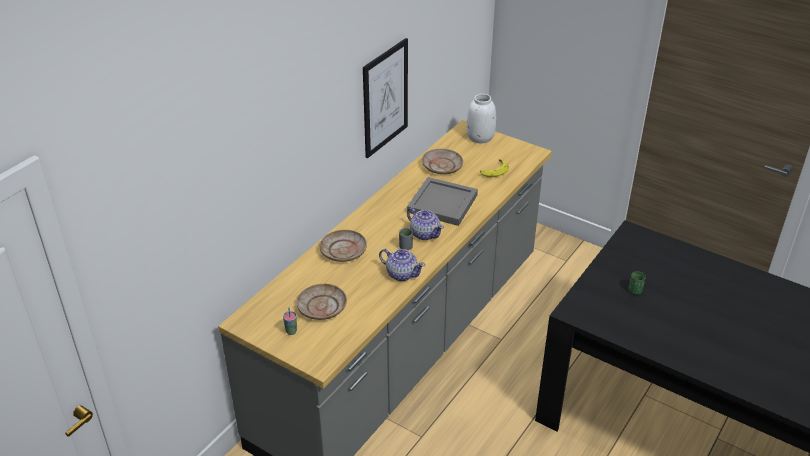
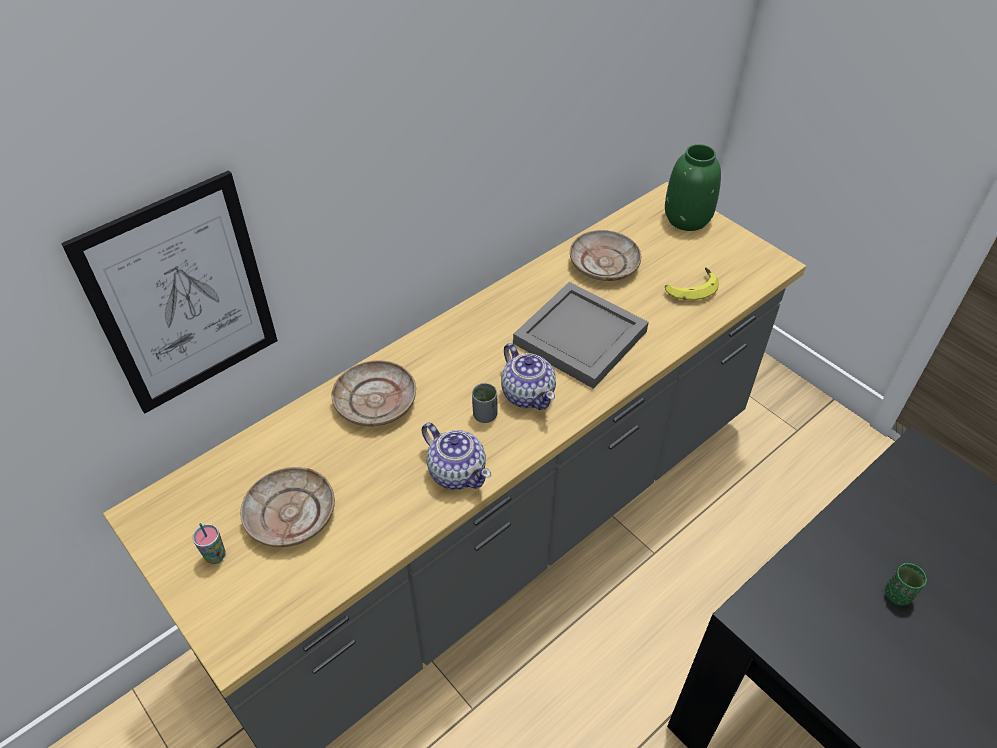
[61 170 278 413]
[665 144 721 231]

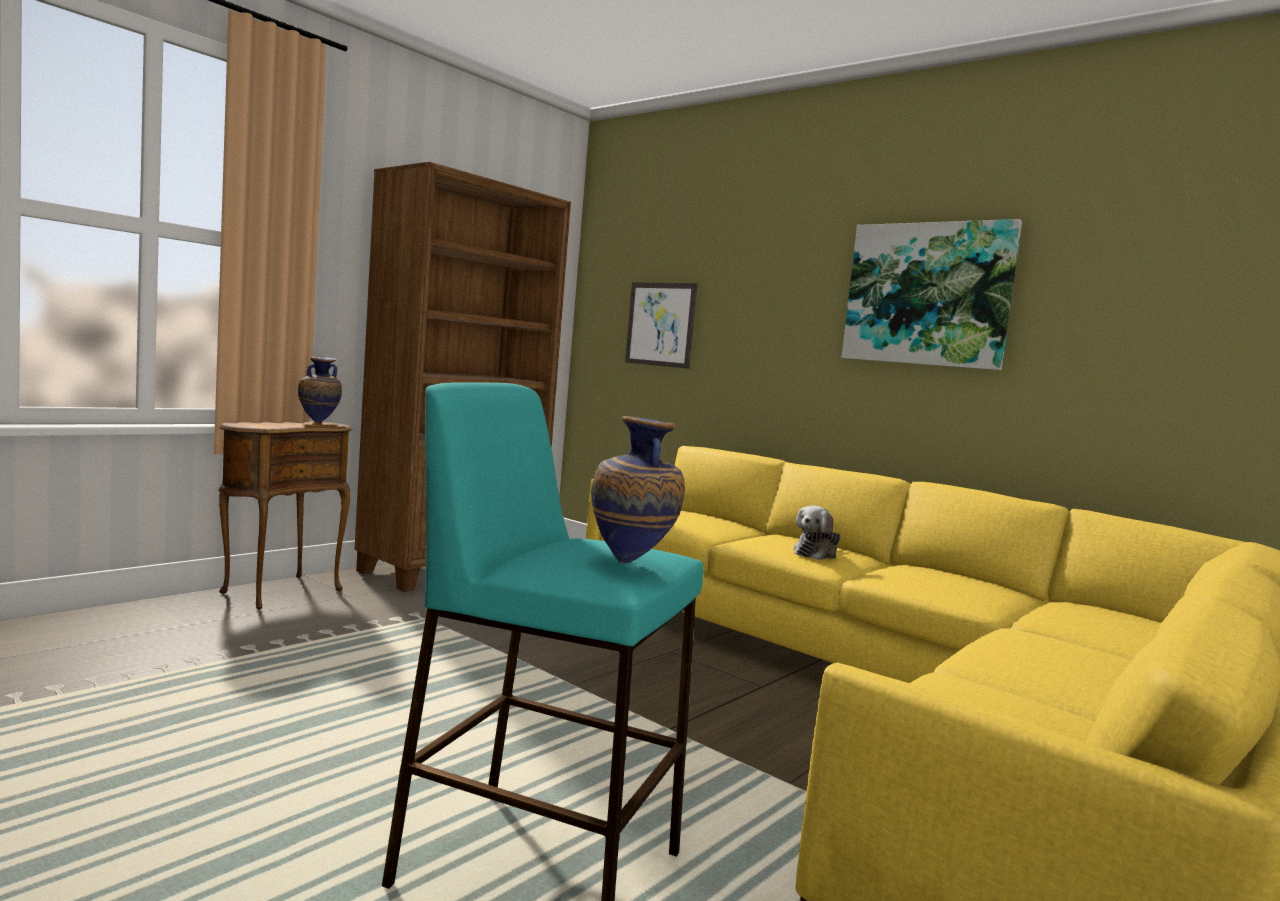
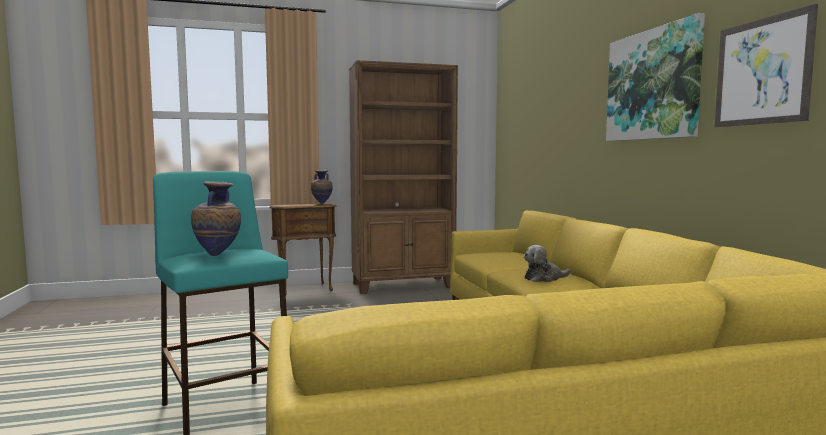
[715 4 818 127]

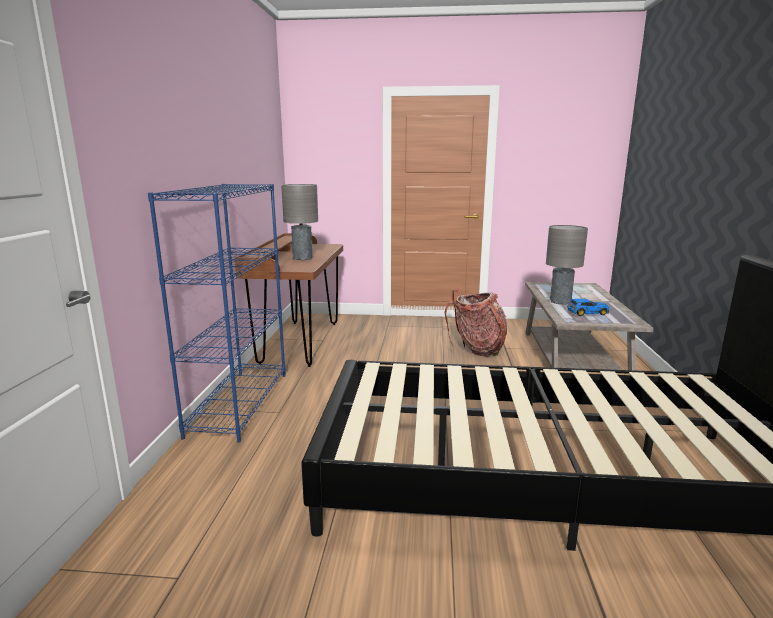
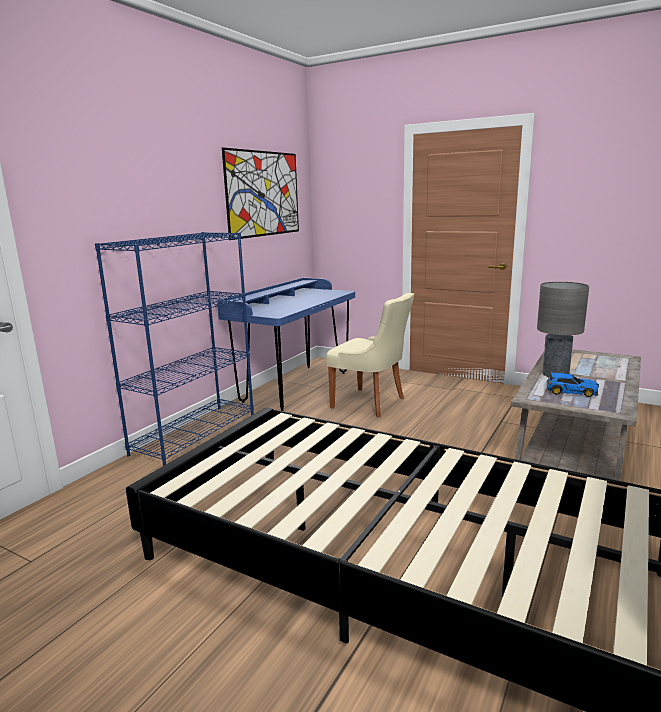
[281 184 318 260] (first image)
[445 289 507 357] (first image)
[222 147 299 240]
[326 293 414 417]
[217 277 355 411]

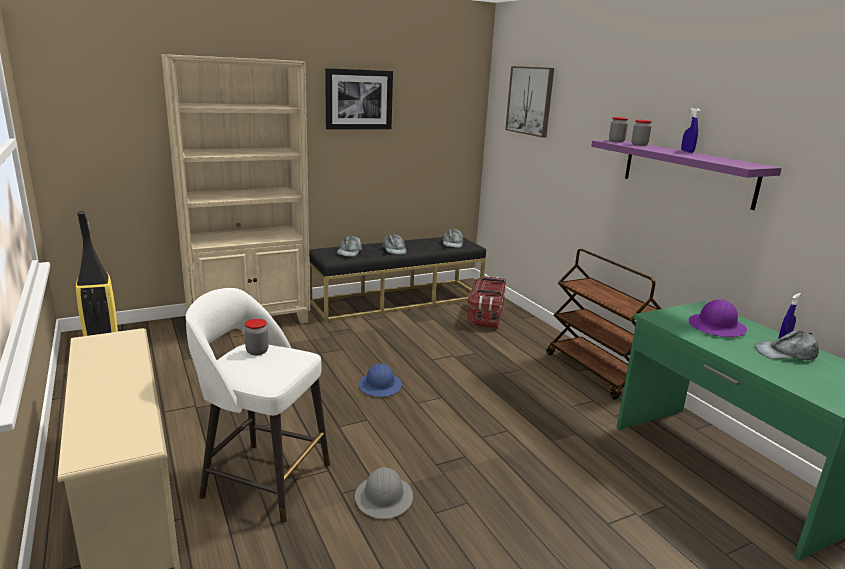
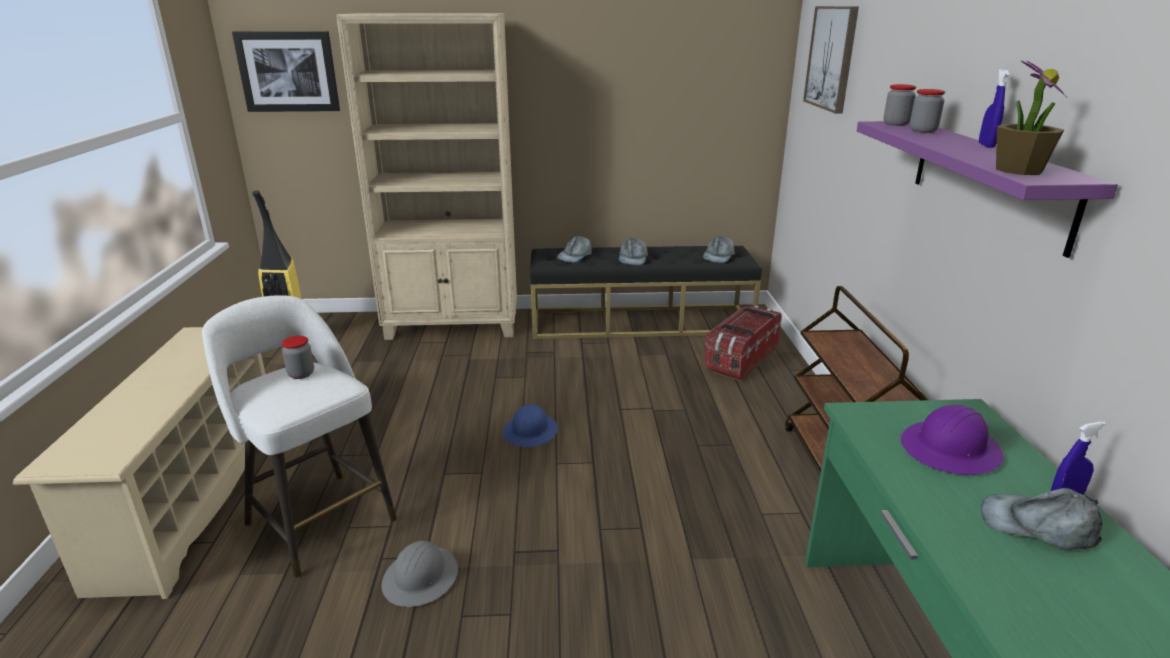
[996 60 1067 175]
[232 31 340 112]

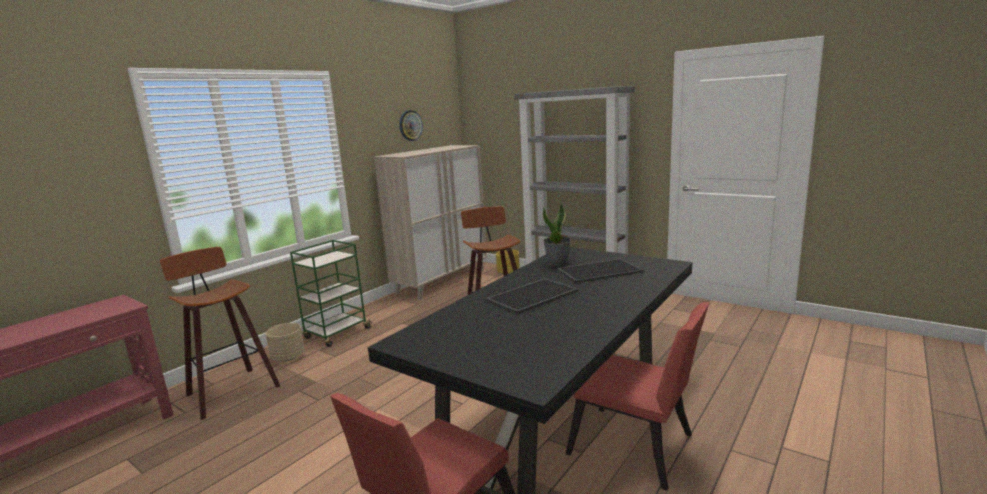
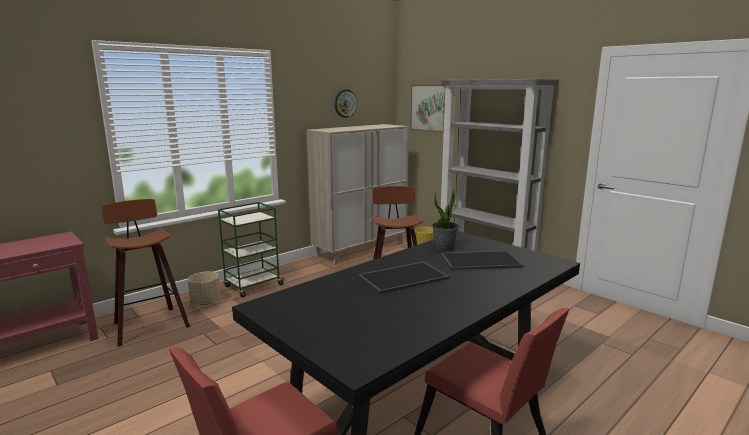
[410 85 445 133]

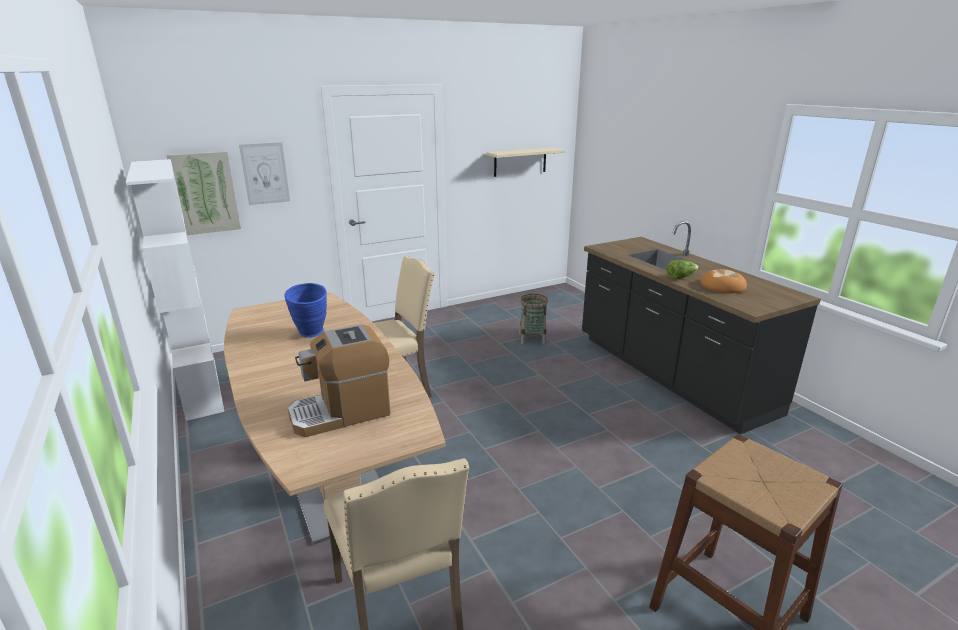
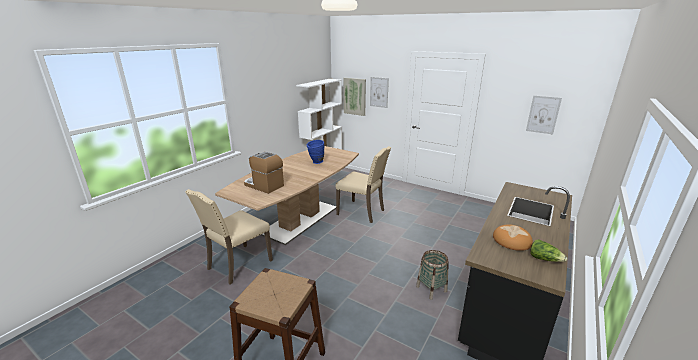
[416 250 449 300]
[530 240 567 262]
[526 95 562 134]

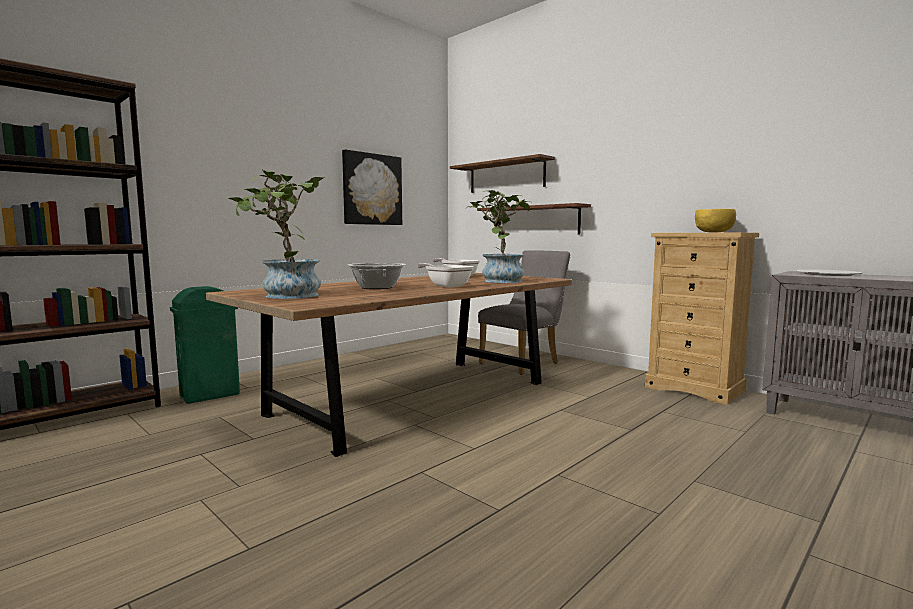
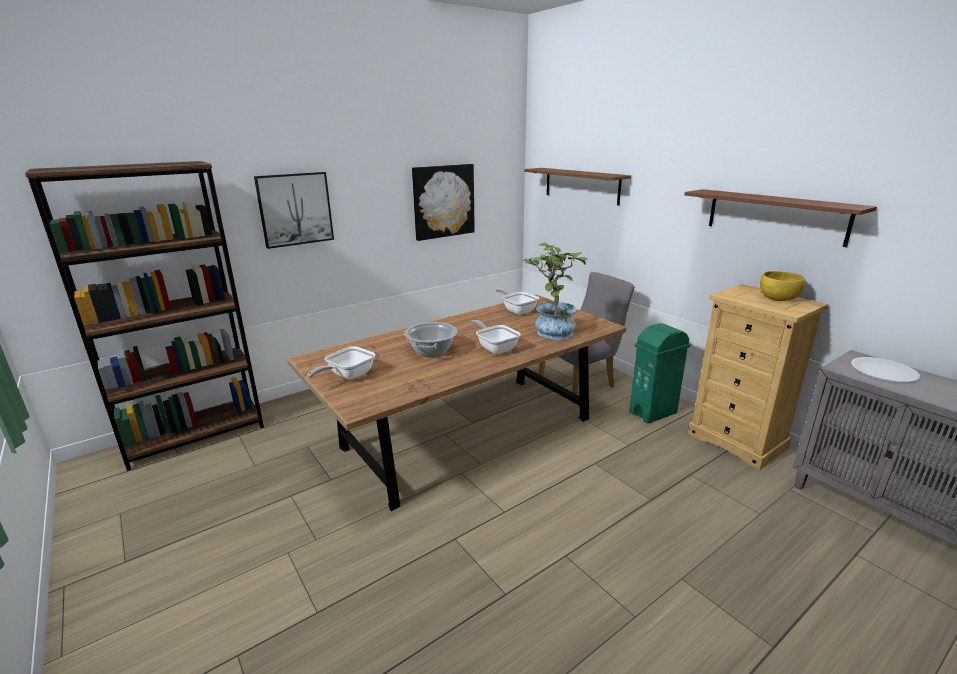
[254 172 334 249]
[629 323 691 424]
[684 189 877 247]
[307 346 375 380]

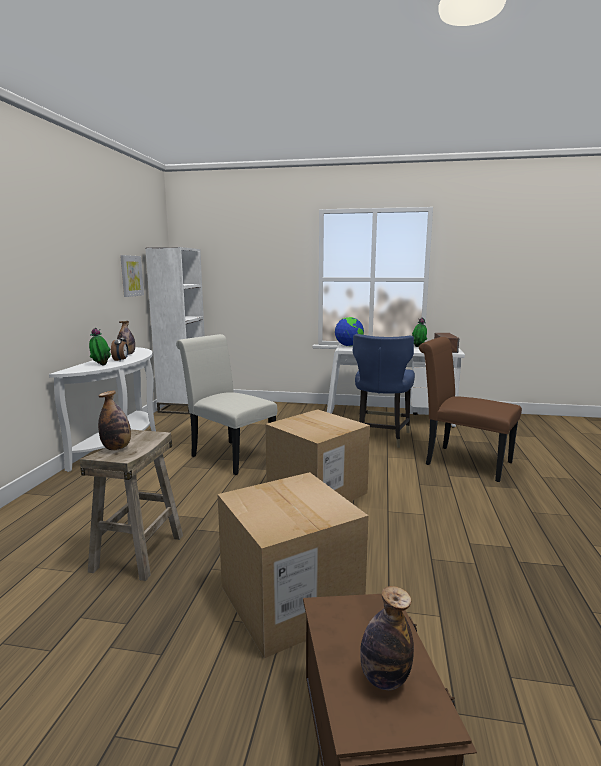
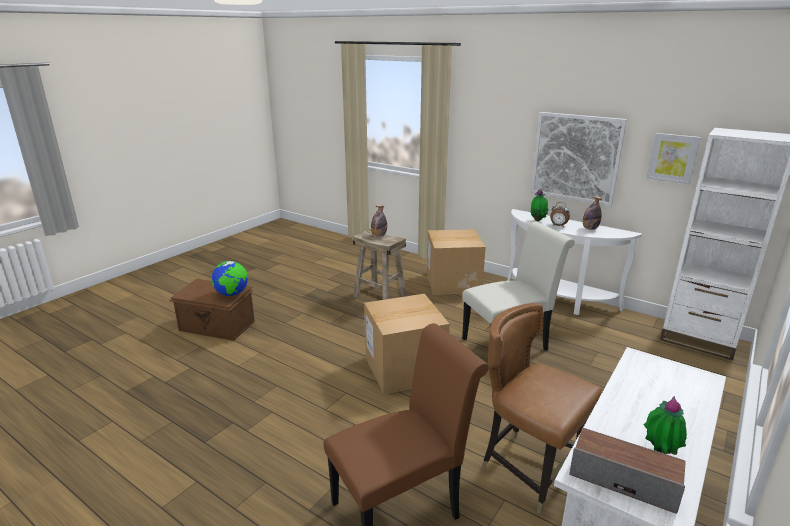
[360 586 414 690] (first image)
[531 112 627 206]
[427 229 486 295]
[211 261 248 296]
[481 303 603 514]

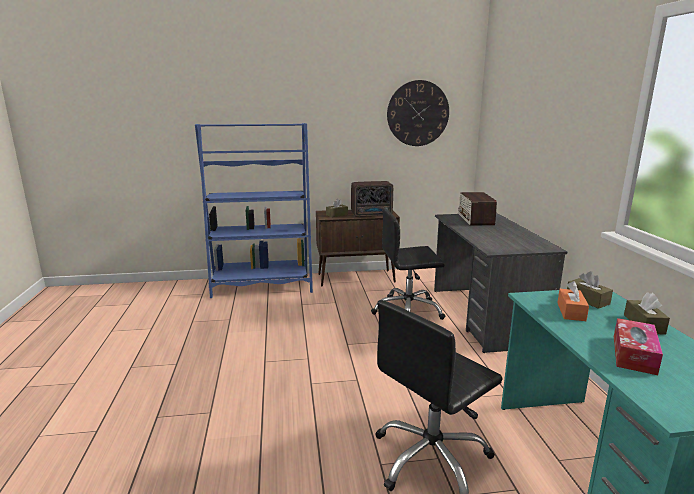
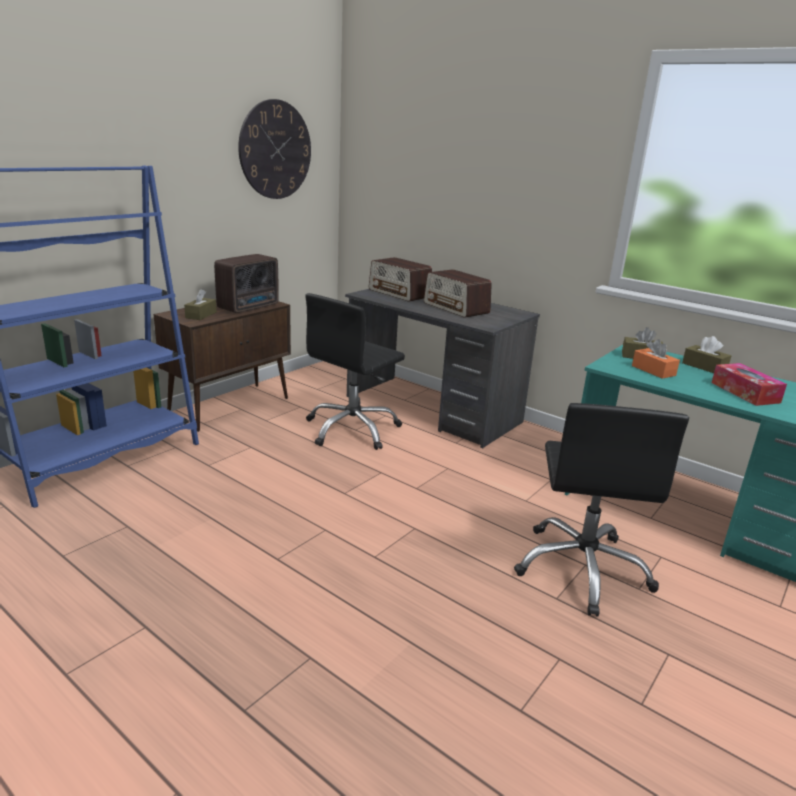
[424 269 492 318]

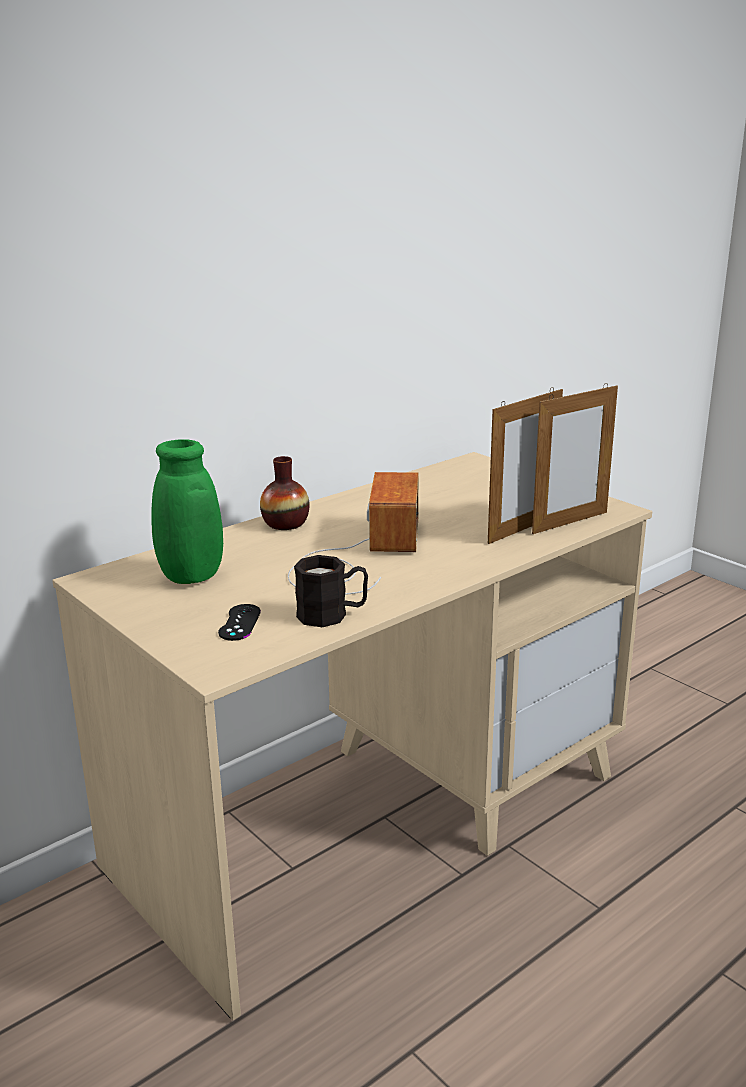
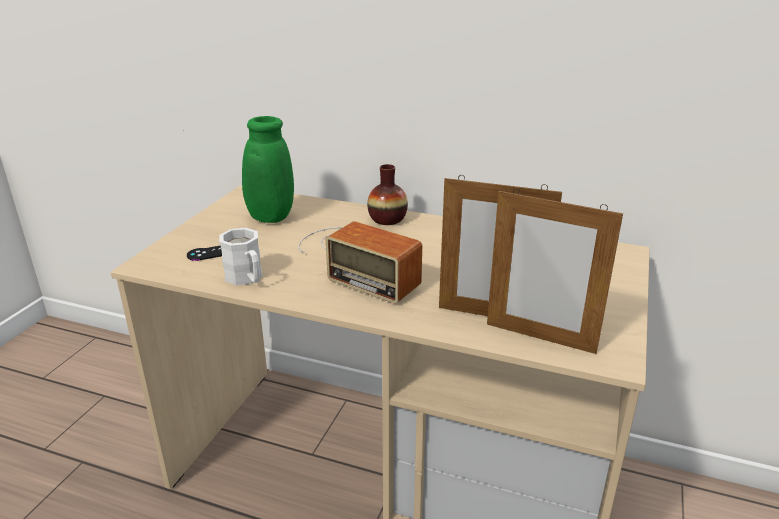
[219 228 262 285]
[298 221 422 304]

